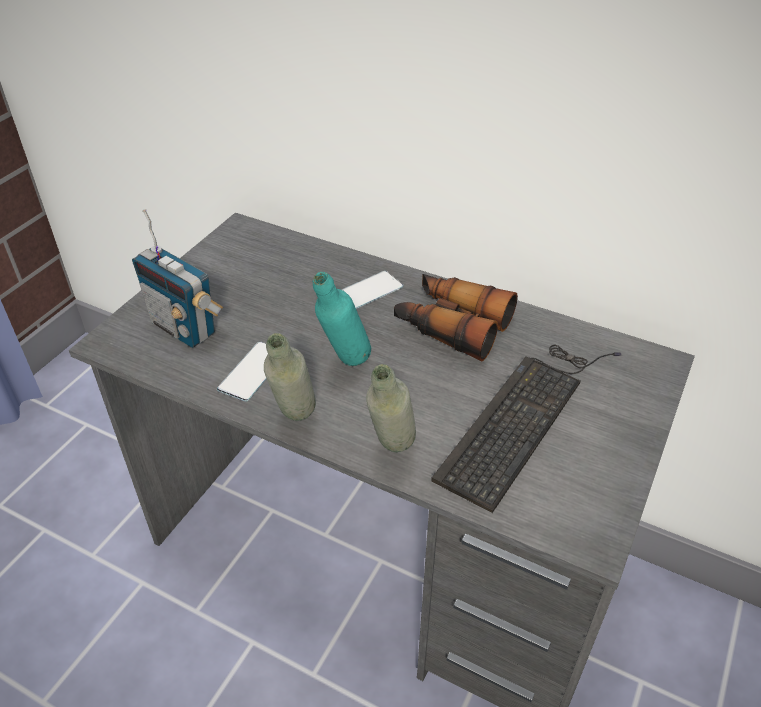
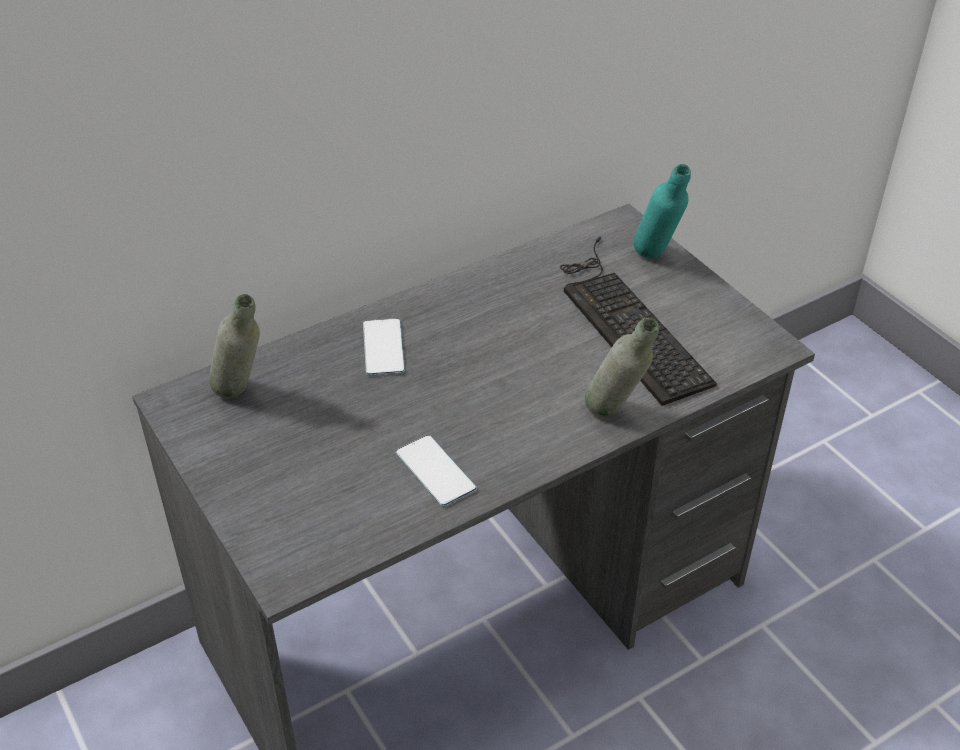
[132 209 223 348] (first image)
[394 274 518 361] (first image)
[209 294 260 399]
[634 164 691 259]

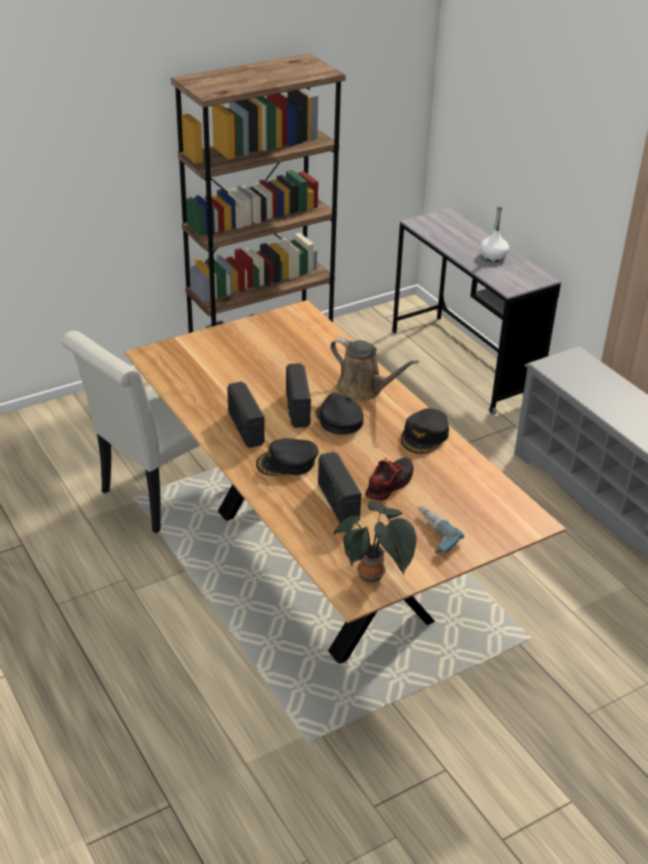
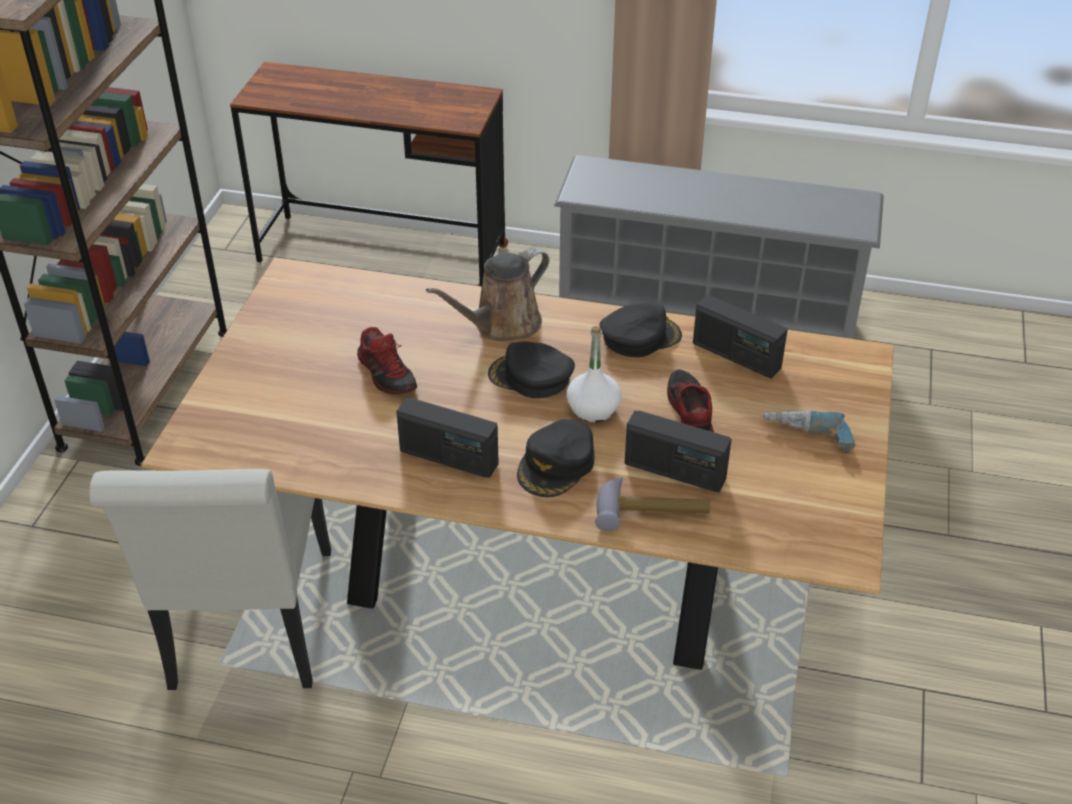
[333 501 417 583] (first image)
[357 327 417 394]
[595 477 710 531]
[693 295 788 379]
[566 326 621 423]
[230 62 508 286]
[426 248 549 342]
[599 303 682 357]

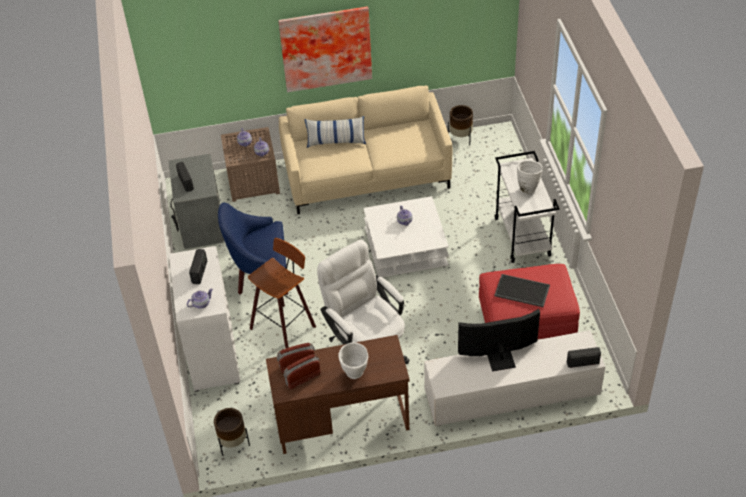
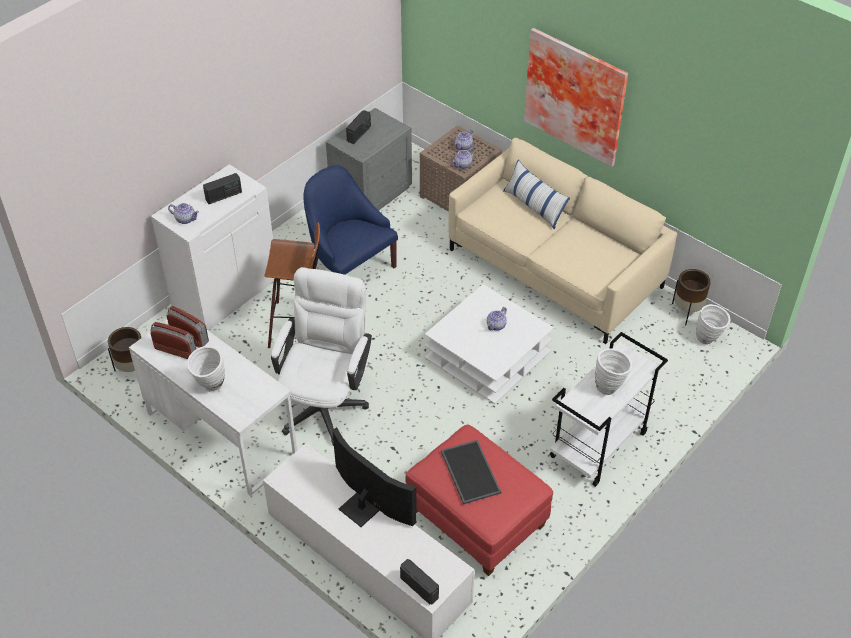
[695 304 730 345]
[129 320 297 496]

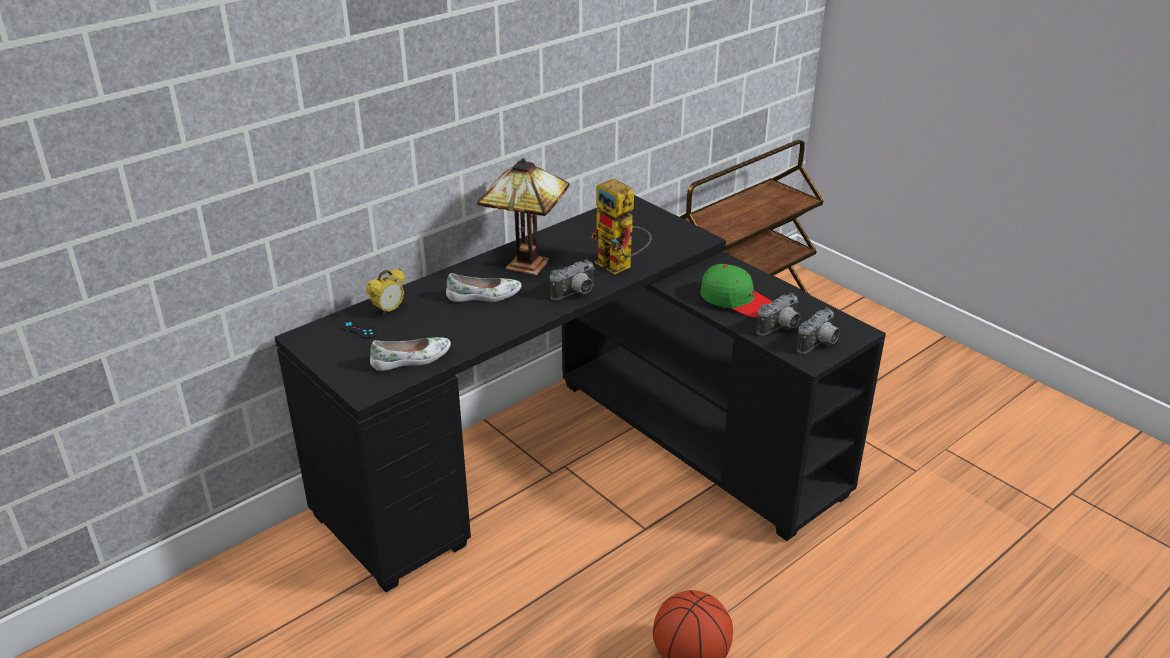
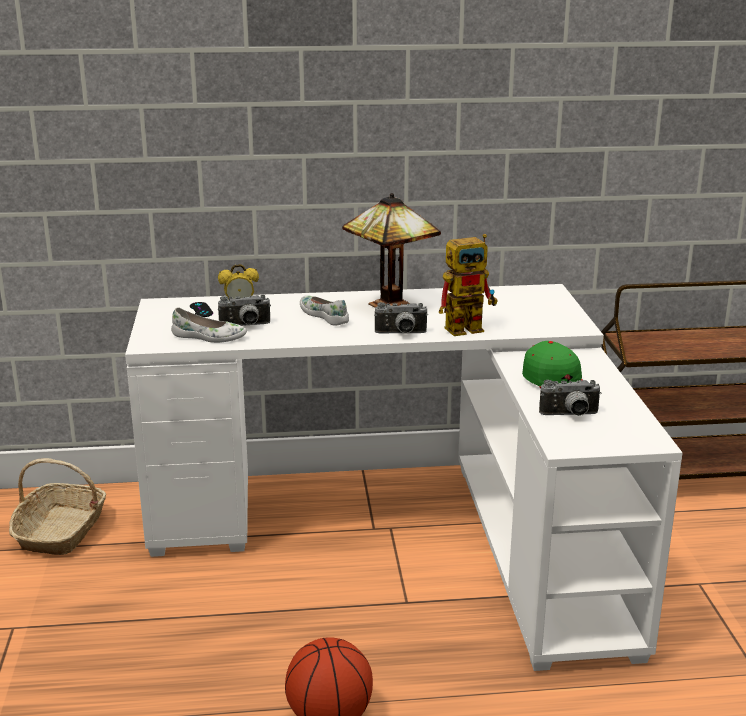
[9 458 106 555]
[218 295 270 326]
[125 284 683 671]
[300 295 349 326]
[439 234 498 336]

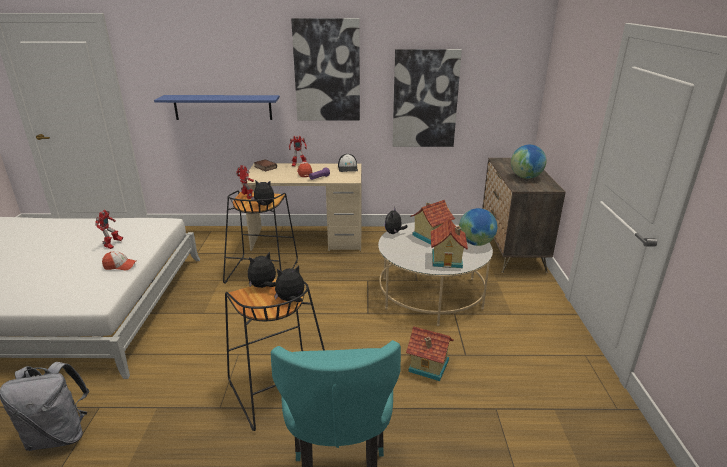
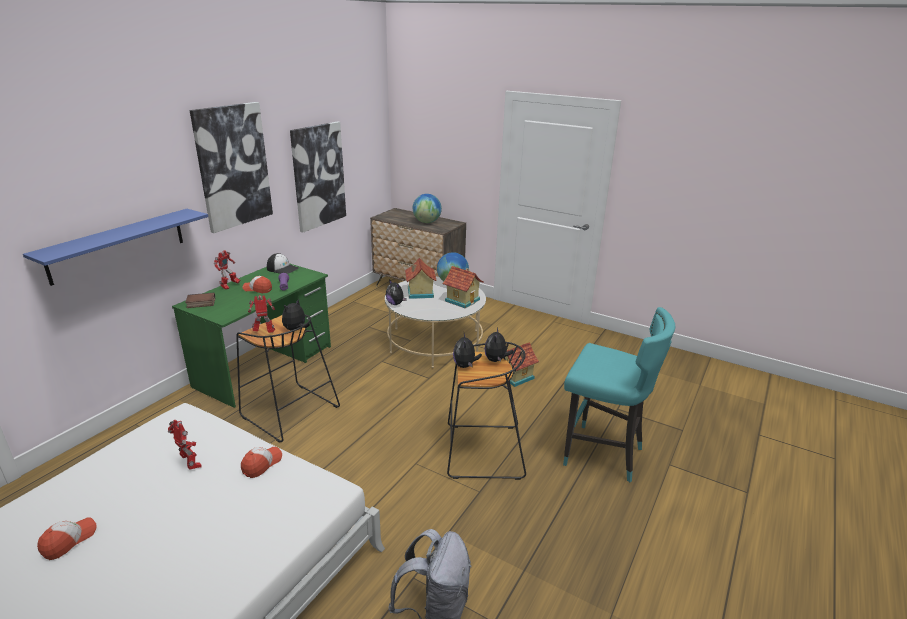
[37 517 97 560]
[172 263 331 408]

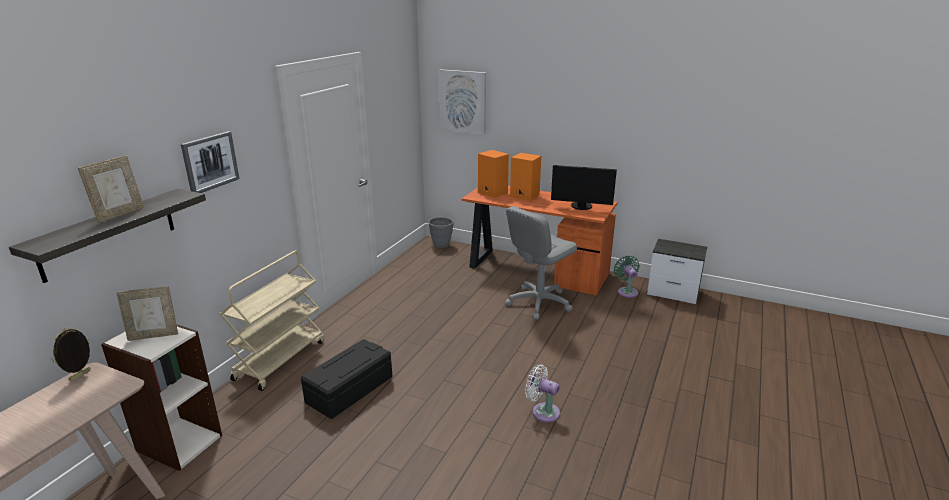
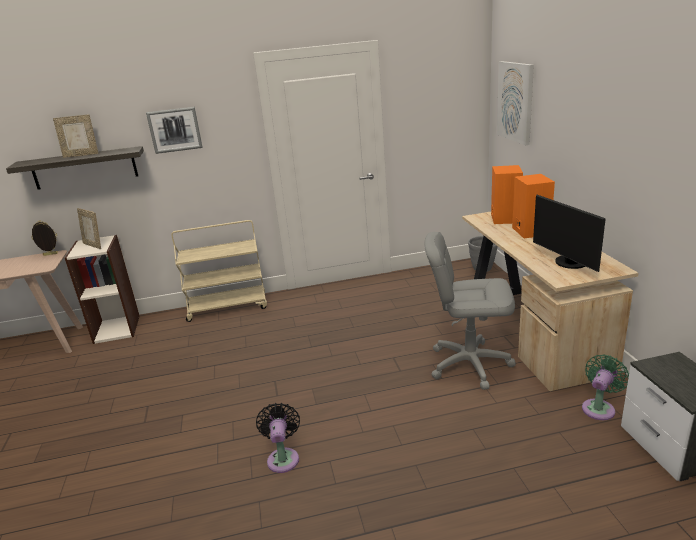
[301 339 392 419] (first image)
[462 212 639 391]
[256 403 300 473]

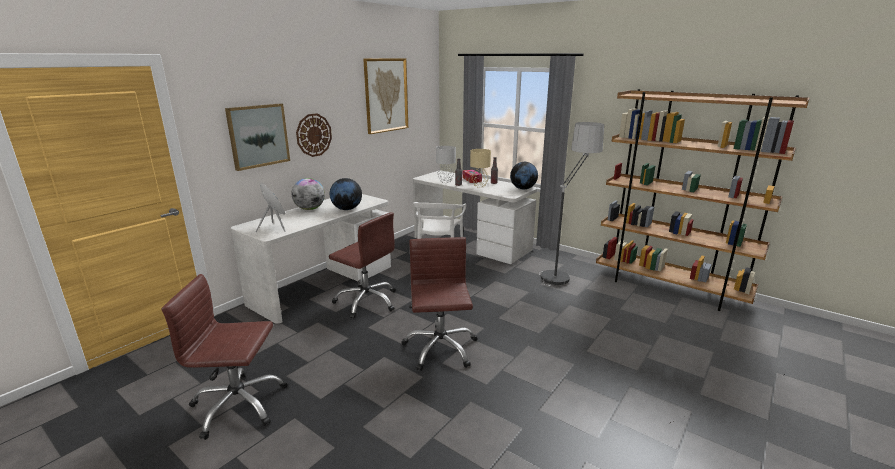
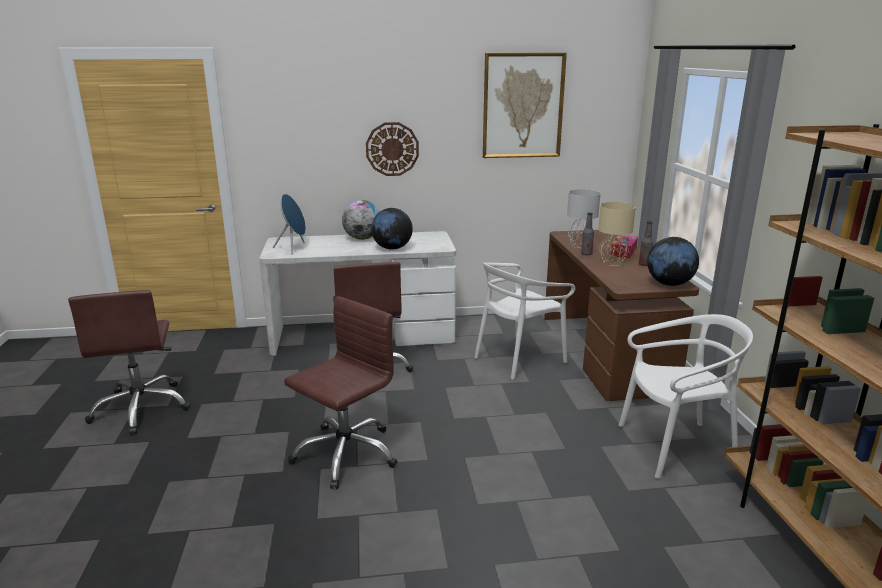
[225 103 290 171] (first image)
[619 314 753 479]
[544 230 699 401]
[68 290 191 435]

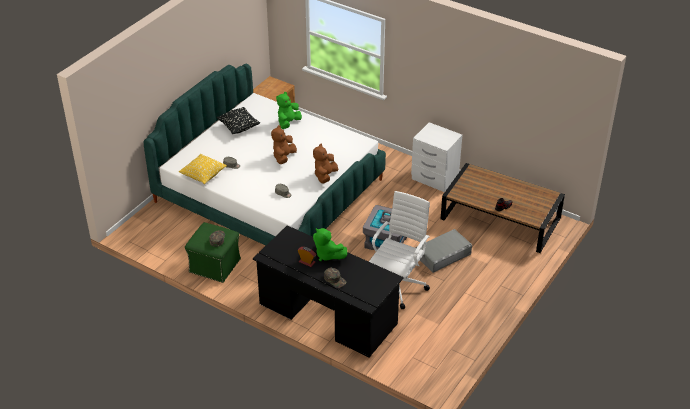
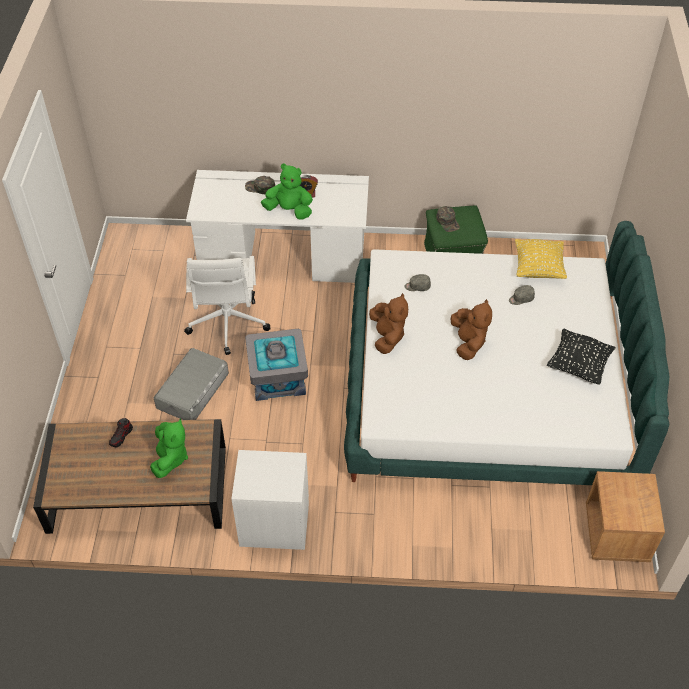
[150 418 188 478]
[186 170 369 283]

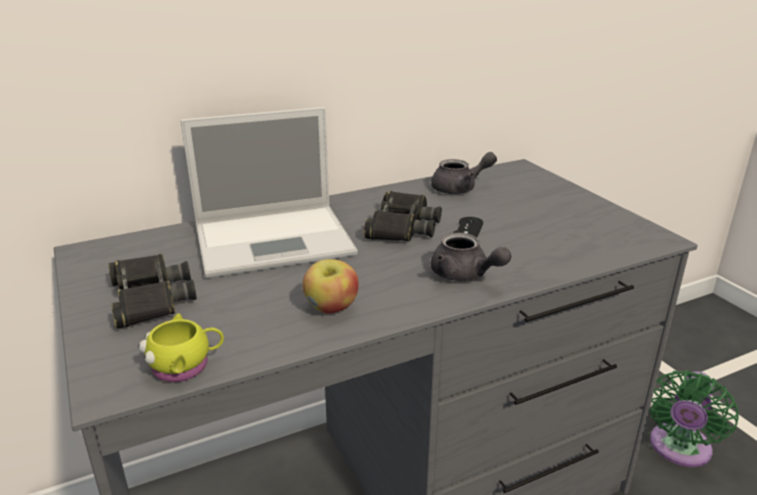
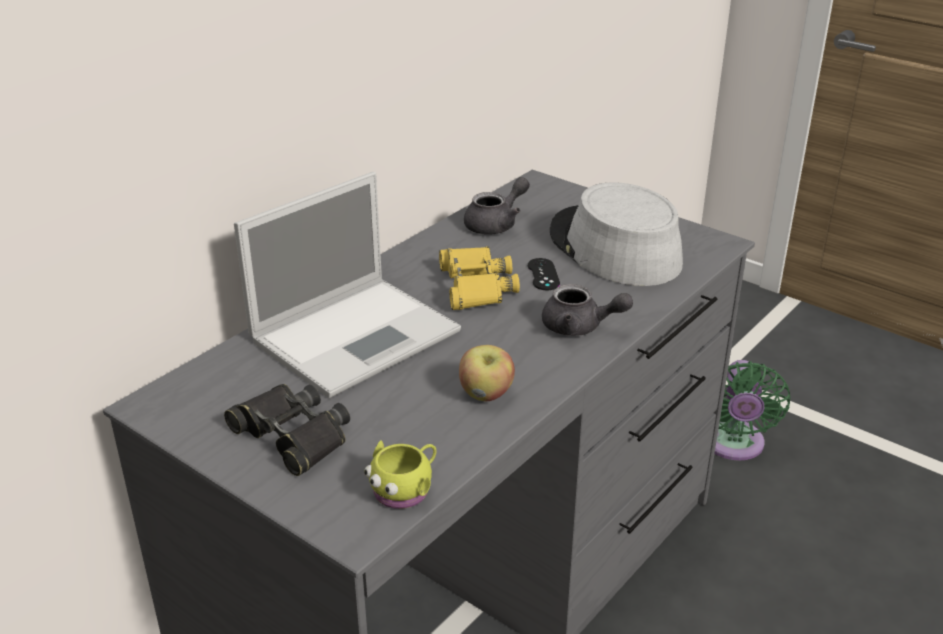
[550 182 683 286]
[439 246 520 310]

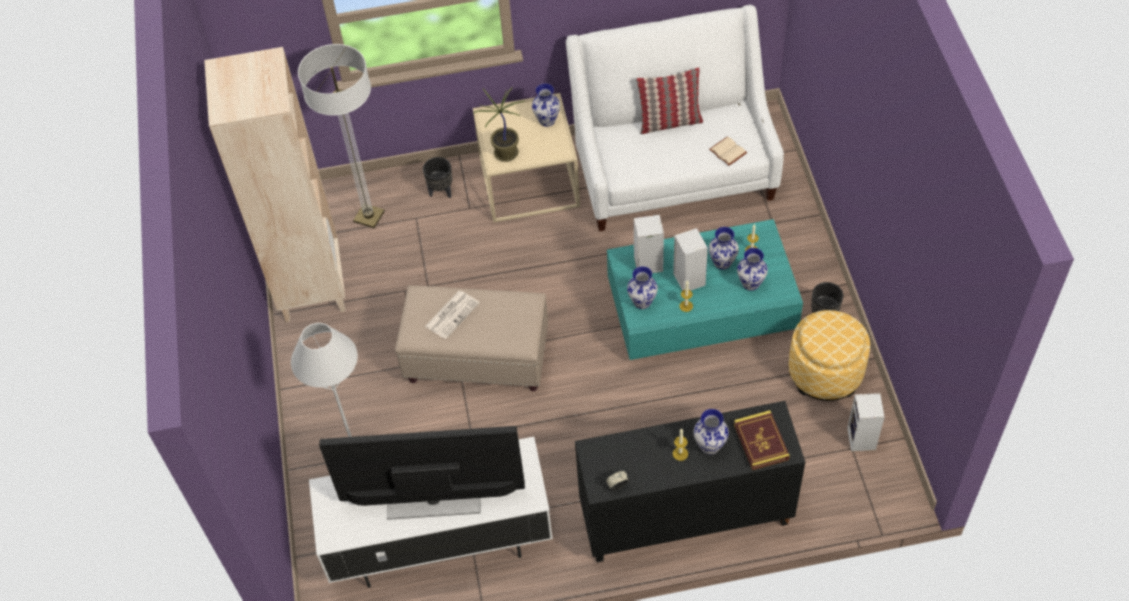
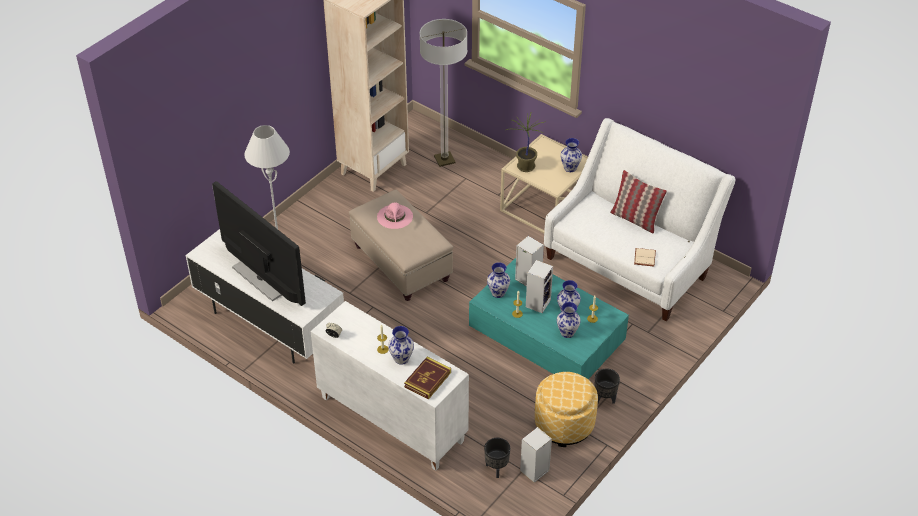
[484 438 510 478]
[377 202 413 229]
[310 301 469 471]

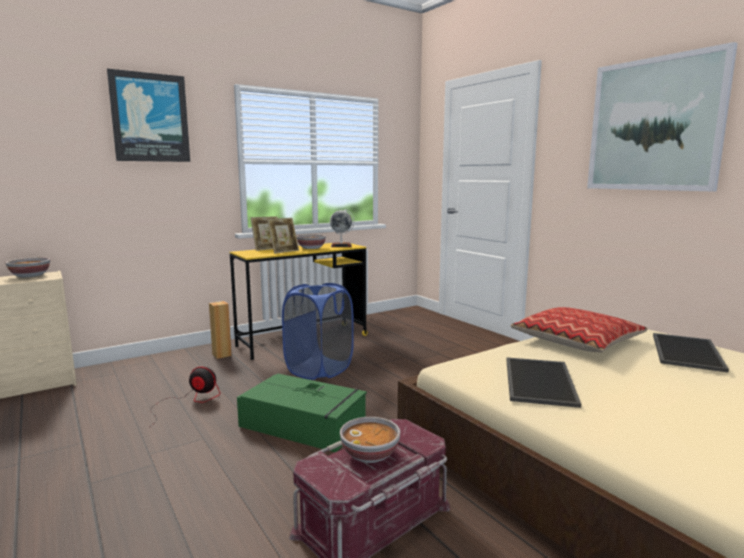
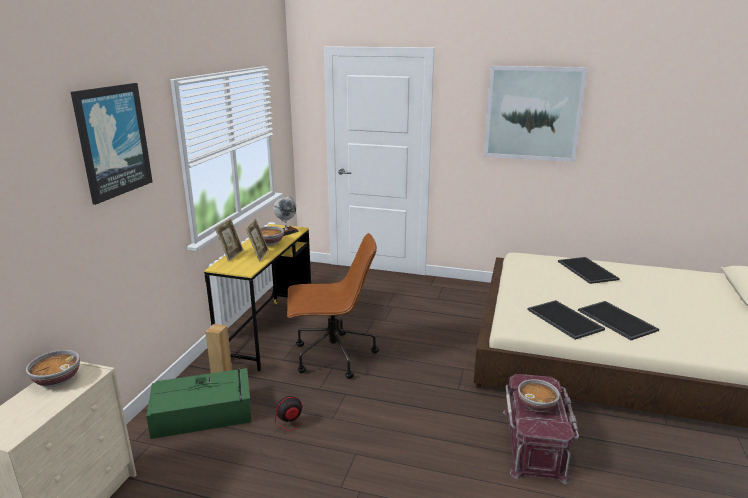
[510 307 648 352] (first image)
[578 301 659 340]
[146 368 252 439]
[287 233 379 379]

